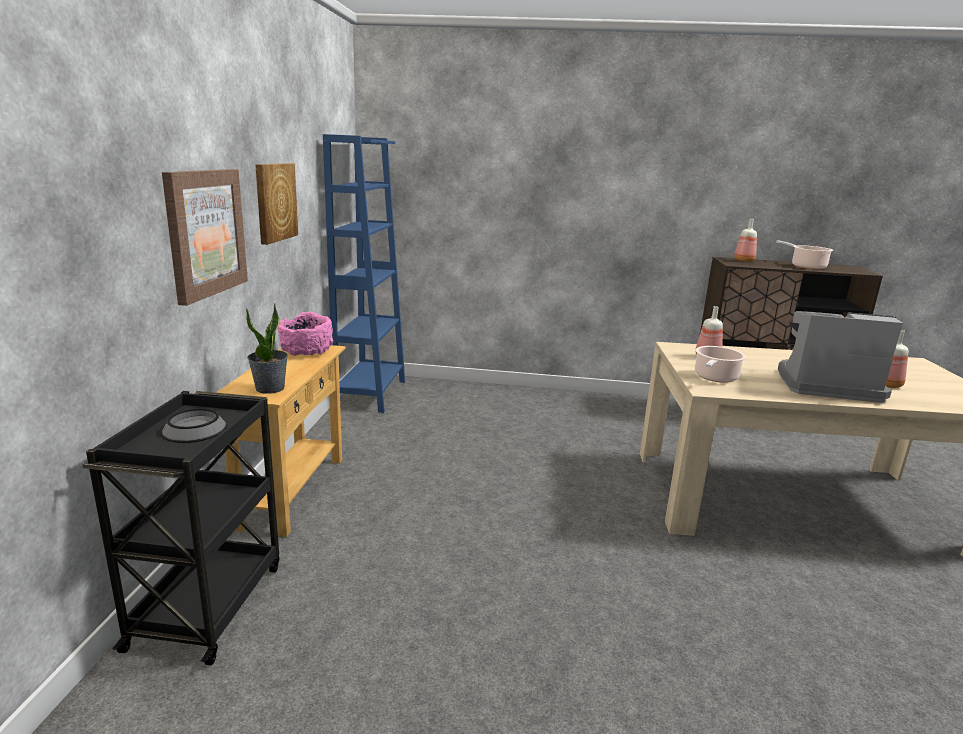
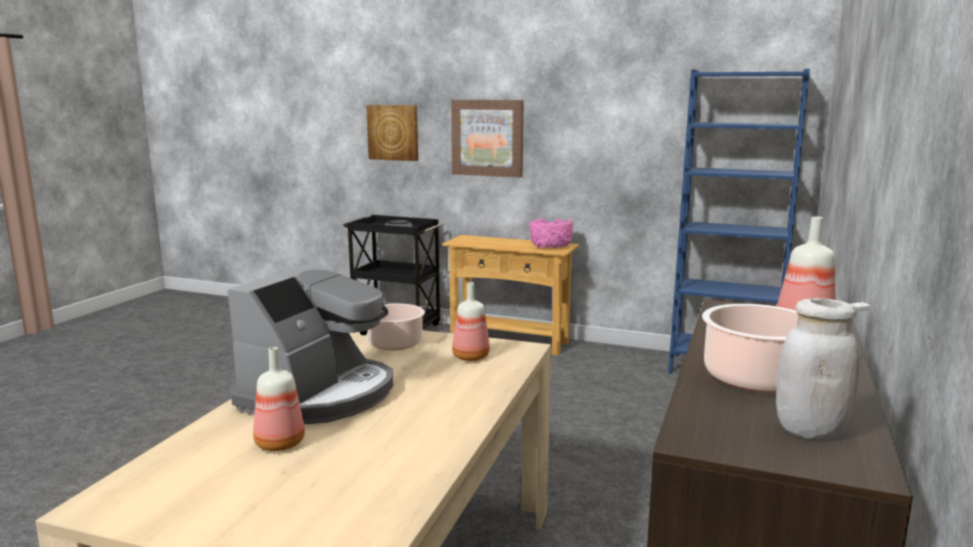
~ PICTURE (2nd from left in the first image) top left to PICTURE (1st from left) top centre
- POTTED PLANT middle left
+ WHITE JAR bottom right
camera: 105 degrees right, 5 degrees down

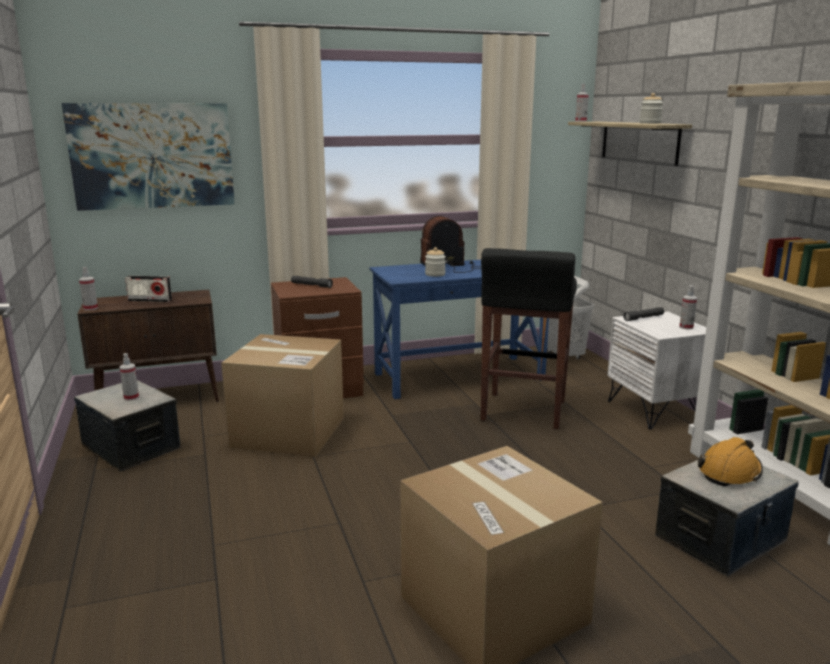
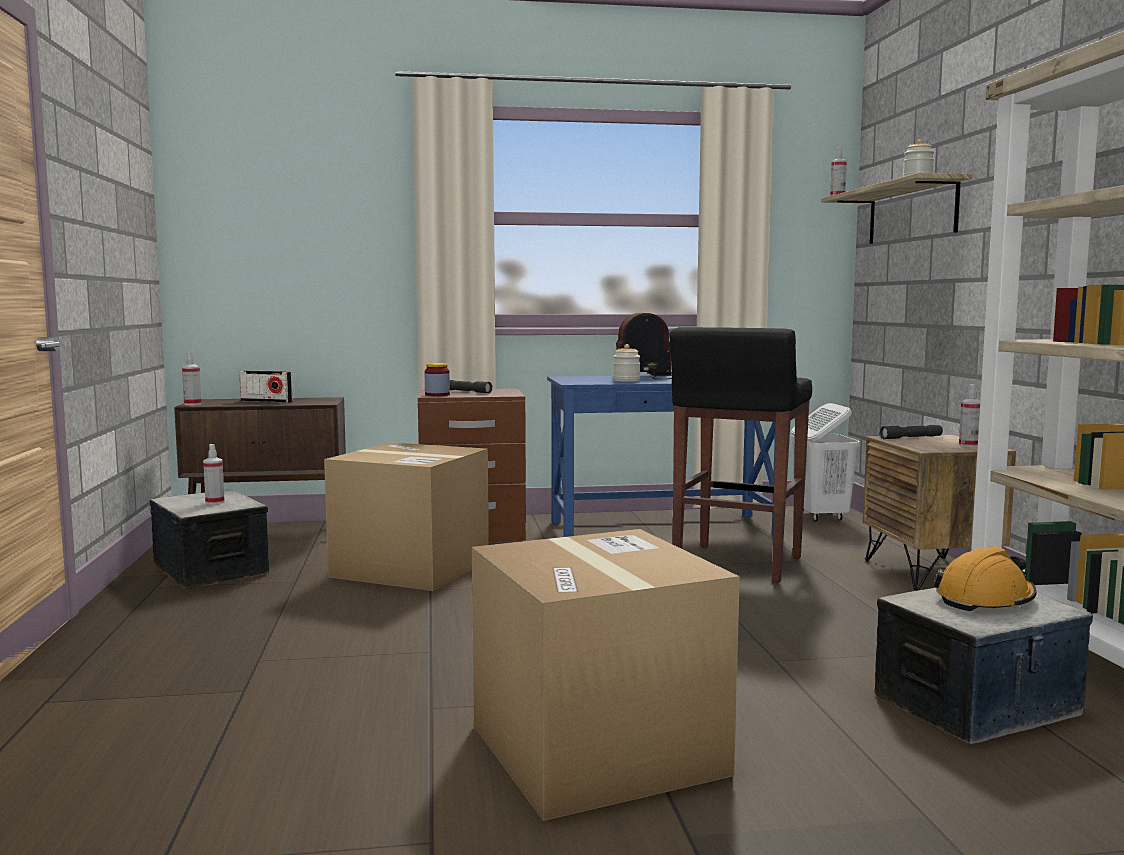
- PICTURE top left
~ WHITE NIGHTSTAND middle right to BROWN NIGHTSTAND (2nd from left) middle right
+ JAR (1st from left) centre
camera: 10 degrees right, 10 degrees down

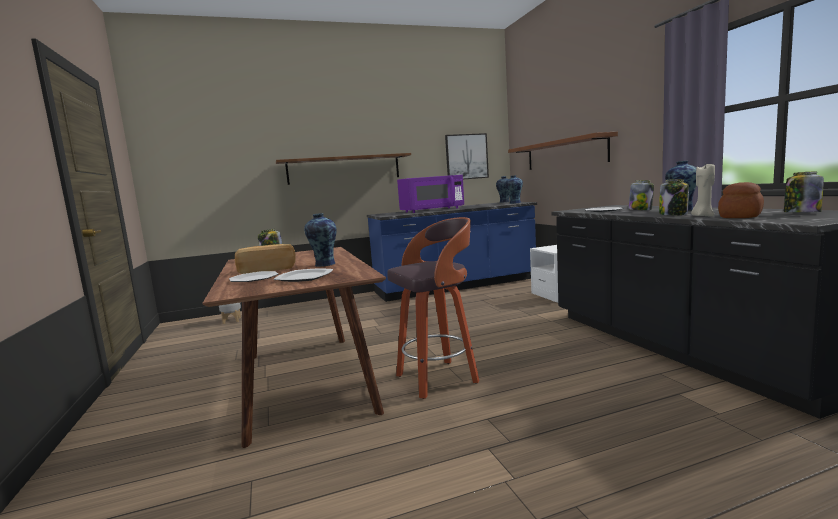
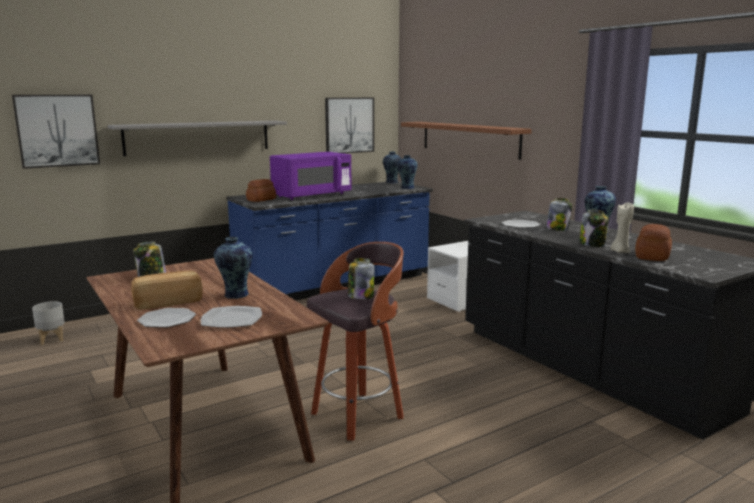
~ BROWN SHELF (1st from left) top centre to GREY SHELF top left
~ JAR (4th from left in the first image) middle right to JAR (2nd from left) centre
+ PICTURE (1st from left) top left
+ BREAD (2nd from left) centre
camera: 15 degrees left, 5 degrees up

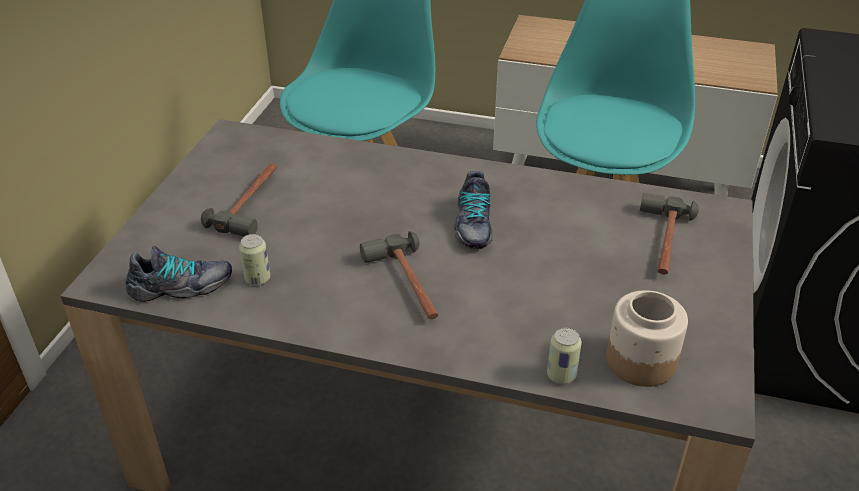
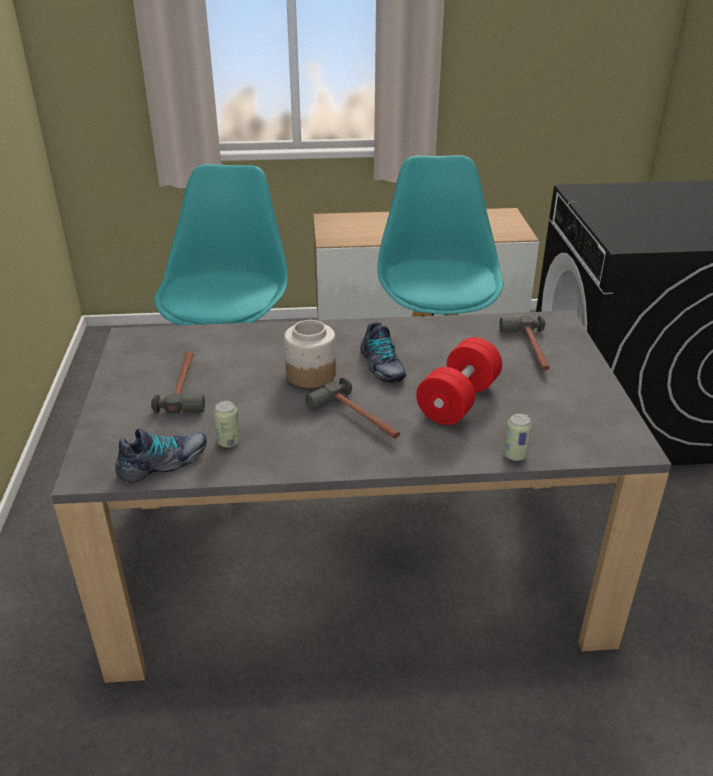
~ JAR bottom right to centre
+ RED DUMBBELL centre
camera: 20 degrees left, 5 degrees down

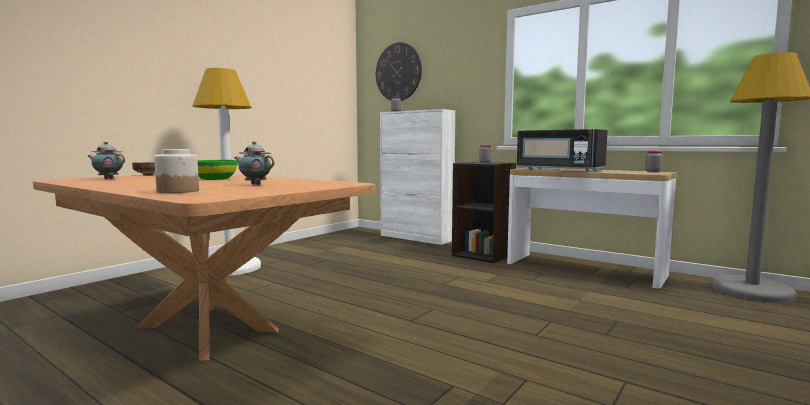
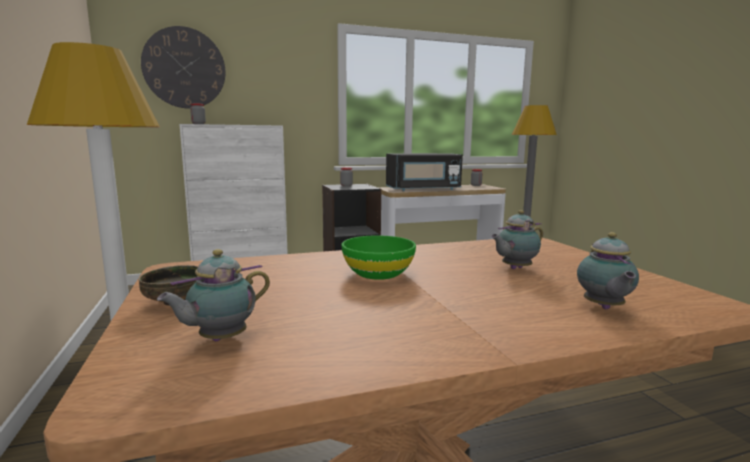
~ JAR (1st from left) middle left to TEAPOT (3rd from left) middle right
camera: 55 degrees left, 5 degrees up

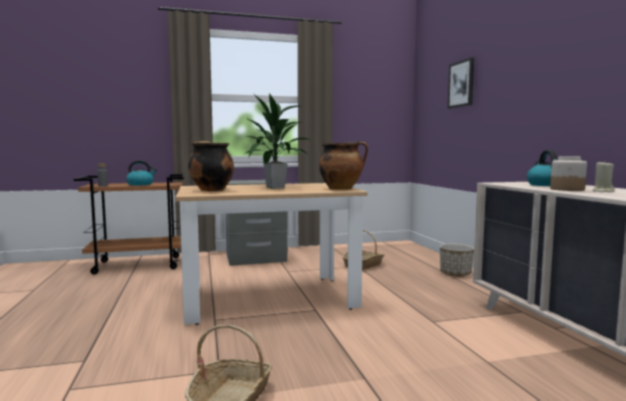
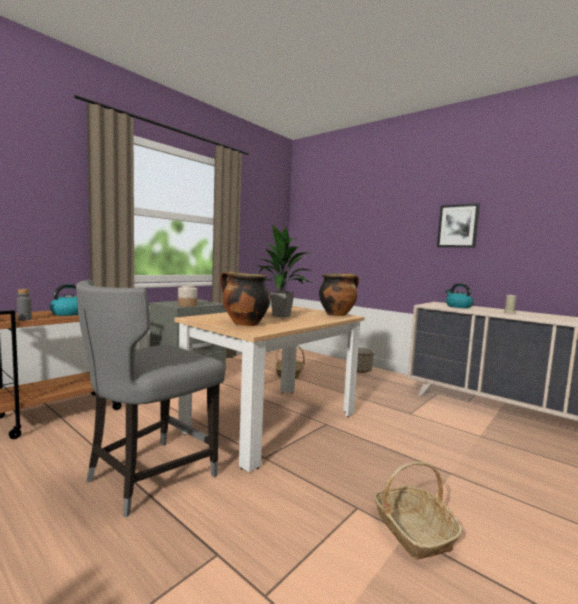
~ PICTURE top right to middle right
~ JAR middle right to middle left
+ GREY CHAIR middle left
camera: 35 degrees left, 0 degrees up

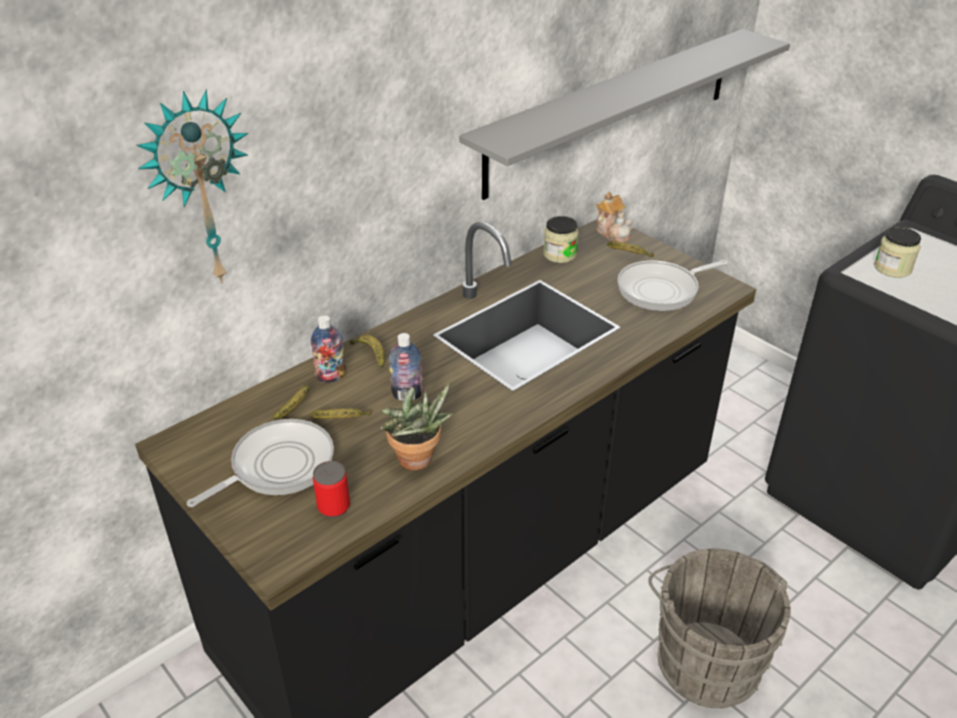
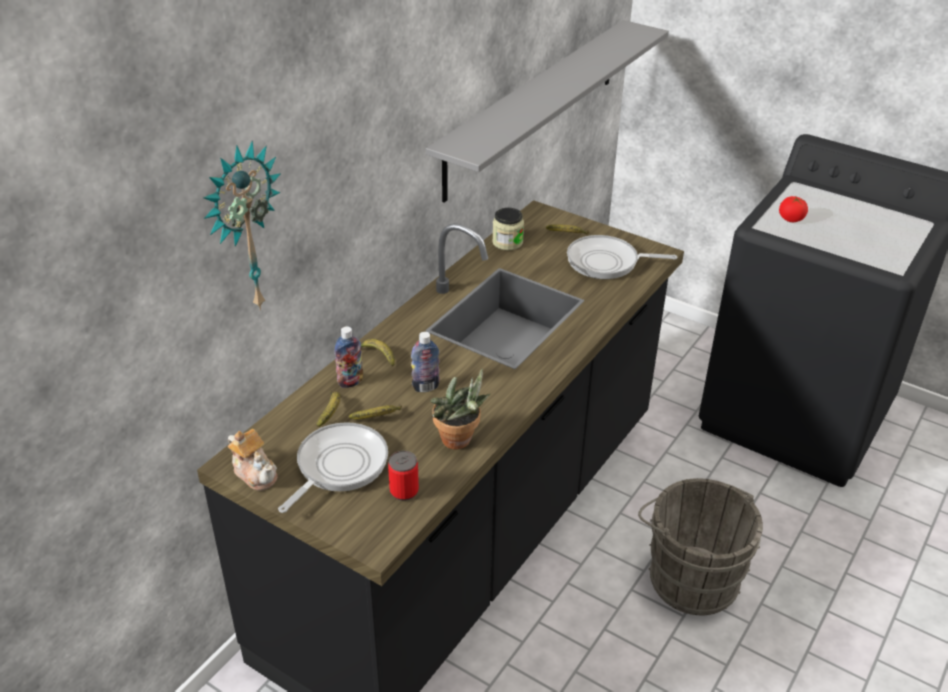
~ TEAPOT top centre to middle left
~ JAR (2nd from left) middle right to TOMATO top right
~ FRYING PAN (2nd from left) middle right = centre 45 degrees clockwise
camera: 15 degrees left, 0 degrees up

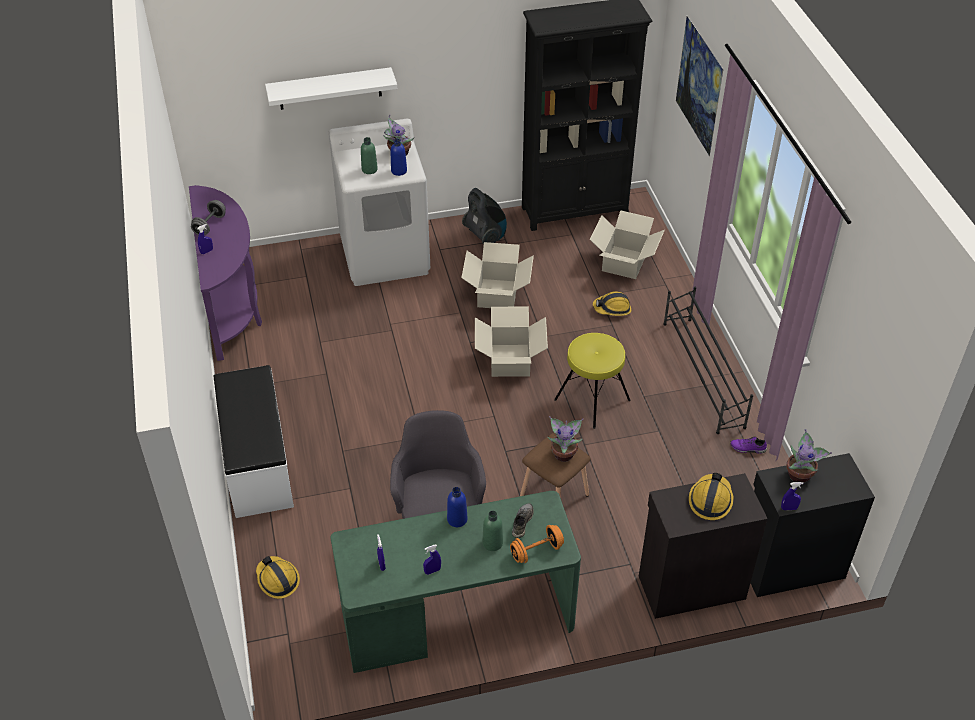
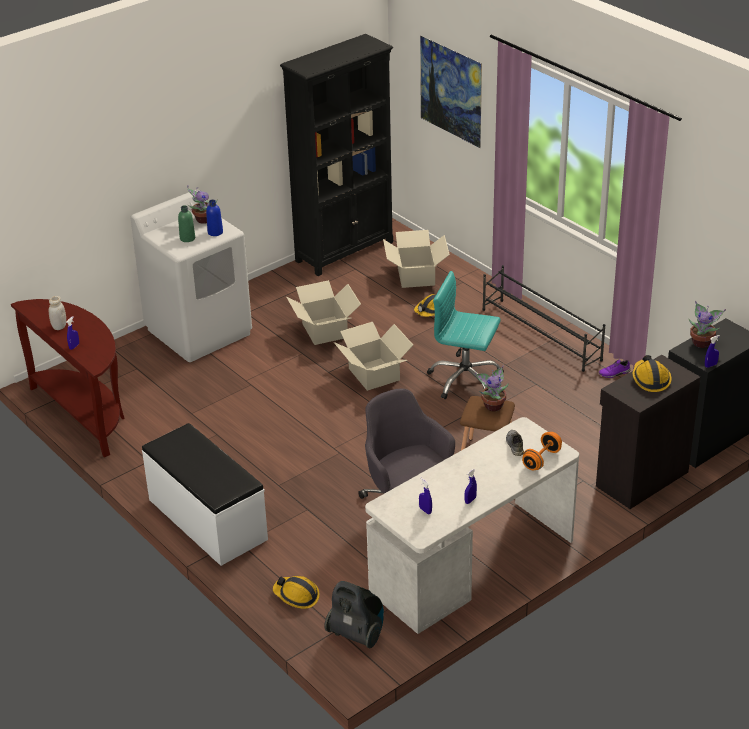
- WHITE SHELF top centre
~ PURPLE CONSOLE TABLE middle left to BROWN CONSOLE TABLE middle left
~ VACUUM CLEANER top centre to bottom centre
~ GREY DUMBBELL top left to WHITE JAR middle left
~ YELLOW STOOL centre to TURQUOISE OFFICE CHAIR centre
- BLUE BOTTLE (2nd from left) bottom centre
~ GREEN DESK bottom centre to WHITE DESK bottom centre
- GREEN BOTTLE (2nd from left) bottom centre
camera: 25 degrees left, 10 degrees down

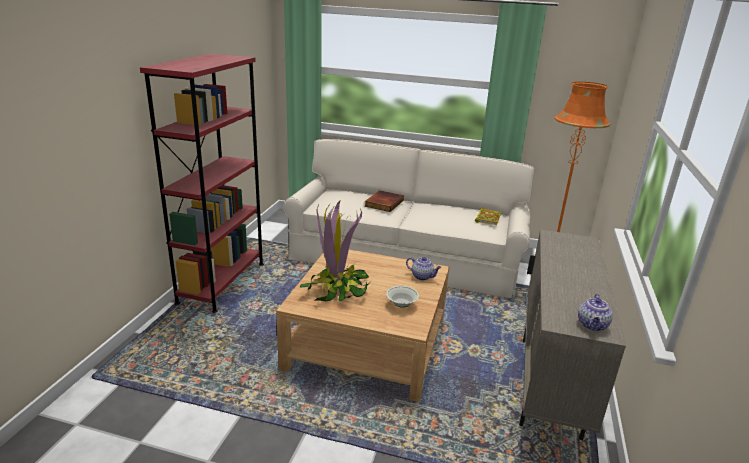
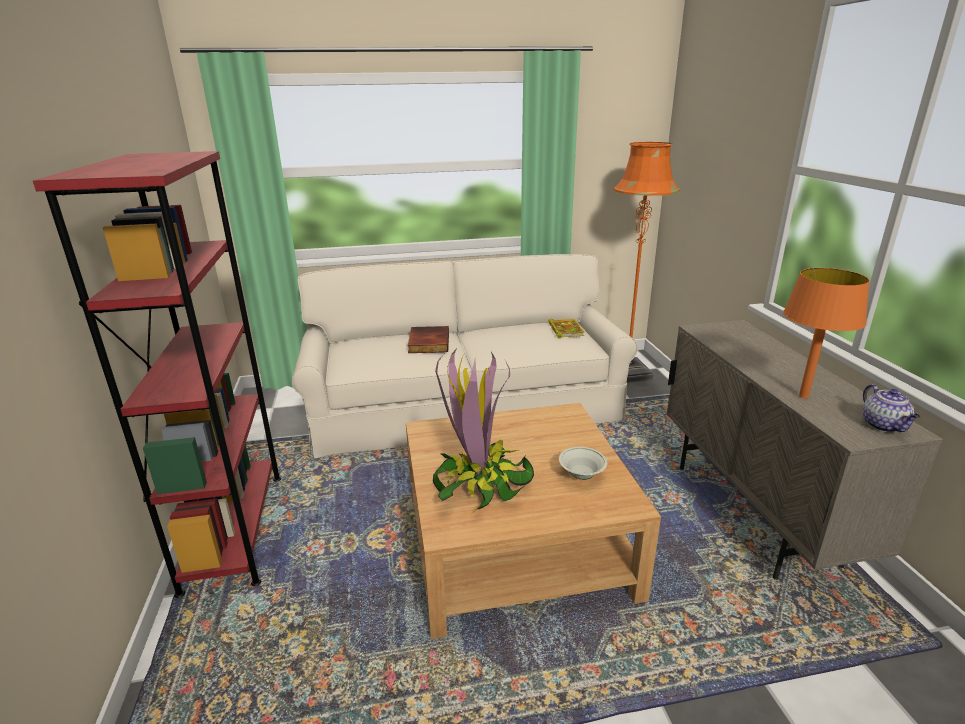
- TEAPOT (1st from left) centre
+ ORANGE TABLE LAMP middle right
camera: 25 degrees left, 0 degrees up

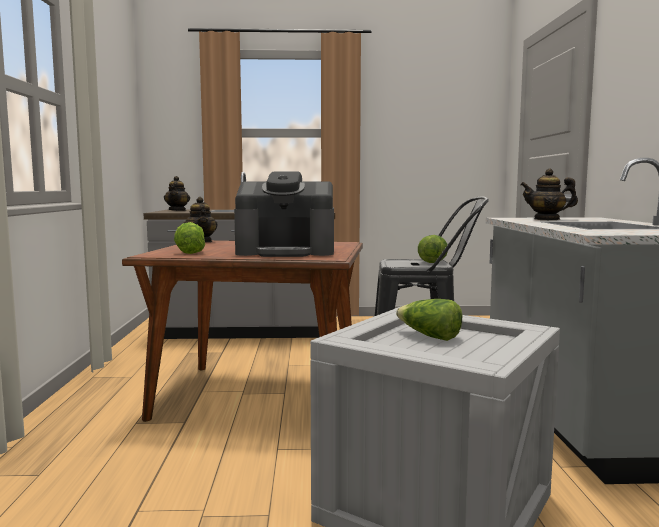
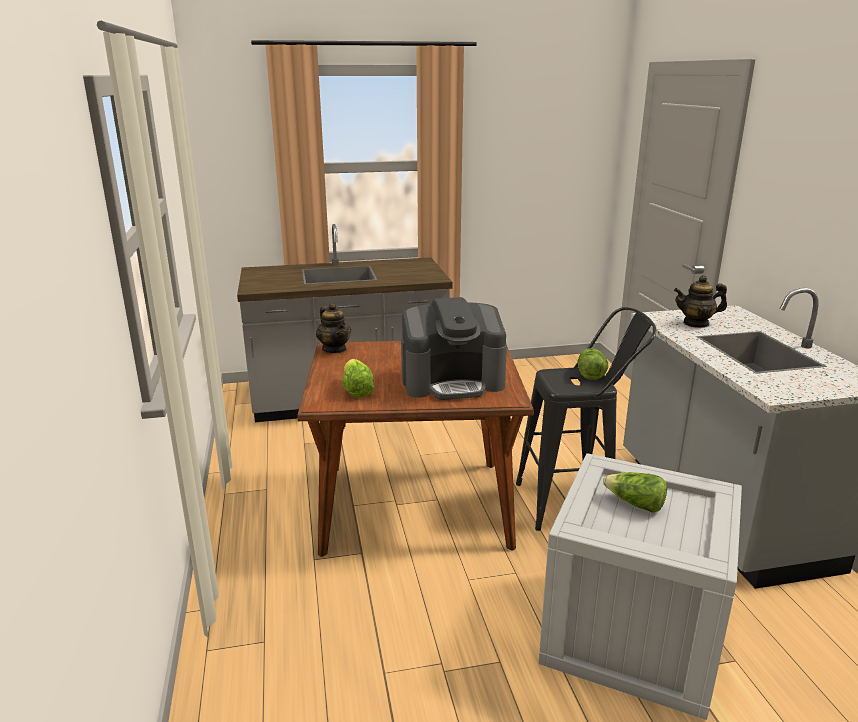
- TEAPOT (1st from left) middle left
camera: 10 degrees left, 15 degrees up

